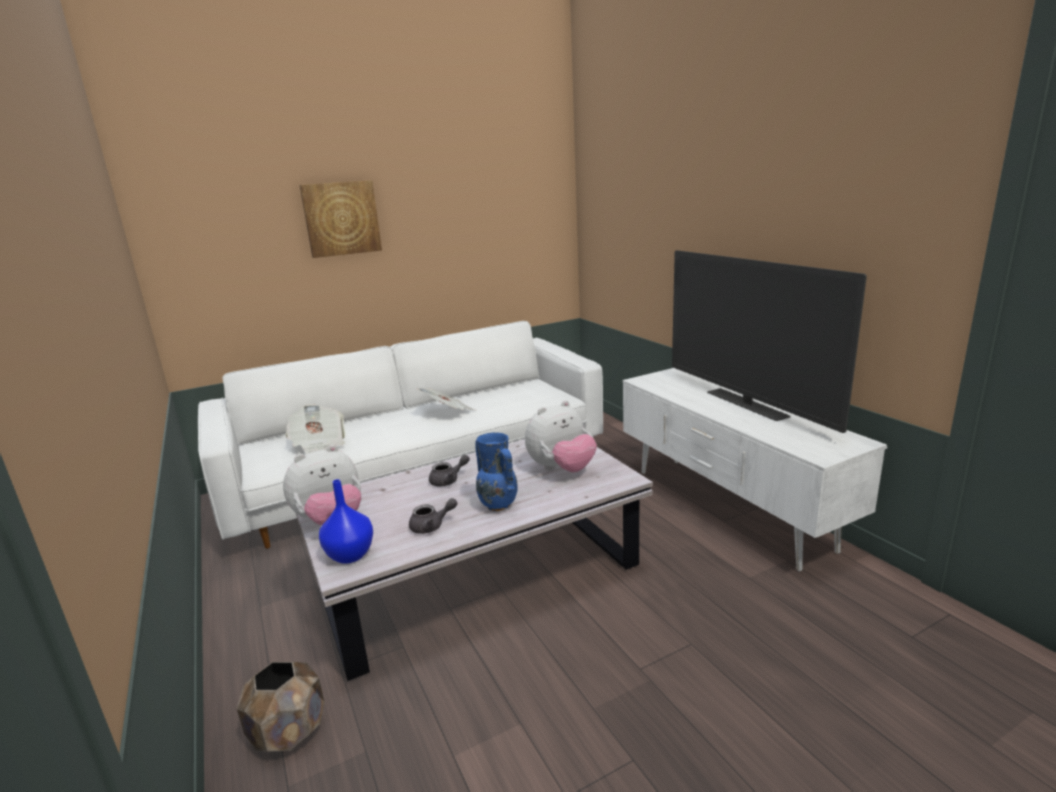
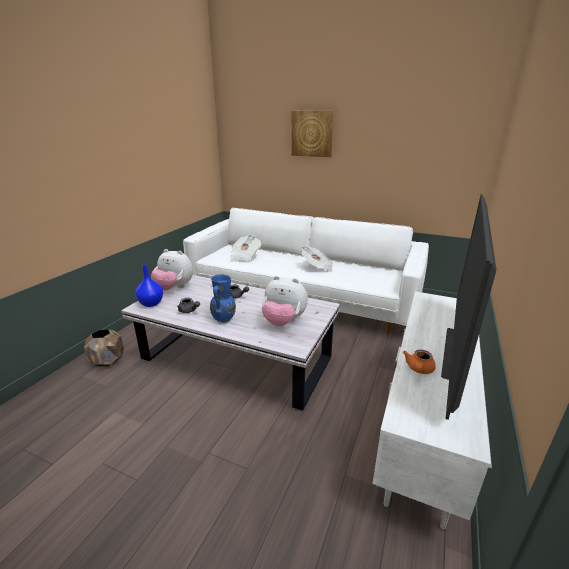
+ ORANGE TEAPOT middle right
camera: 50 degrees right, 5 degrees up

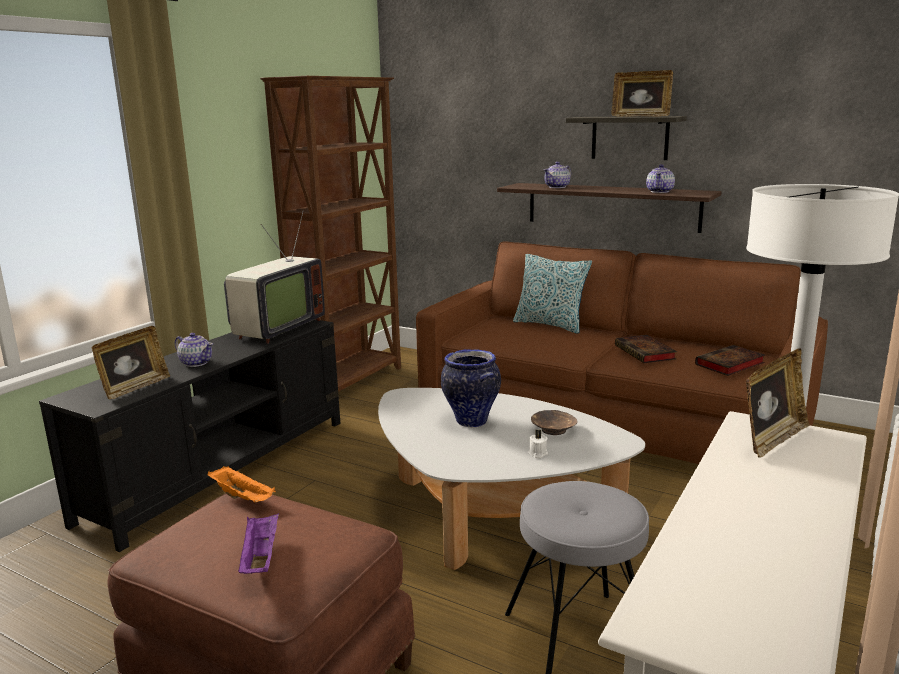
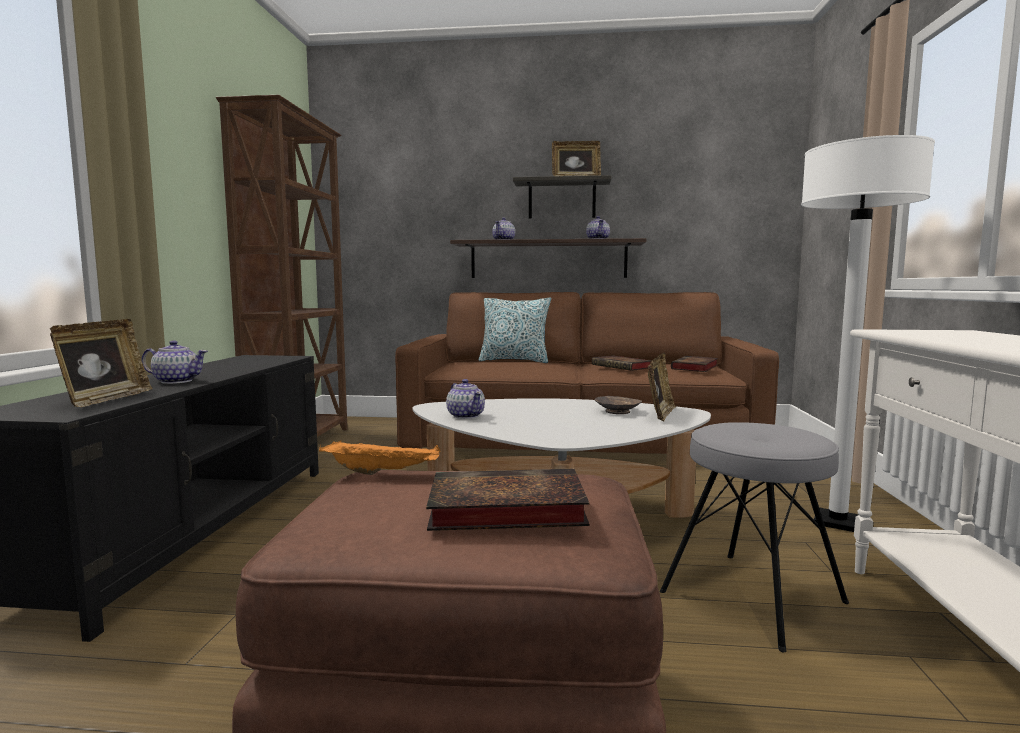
- TELEVISION middle left
~ PICTURE FRAME (3rd from left) middle right to centre
- VASE centre
- WHITE CANDLE centre
~ PURPLE TRAY bottom left to BOOK (1st from left) bottom centre
+ TEAPOT (2nd from left) centre
camera: 25 degrees left, 10 degrees down

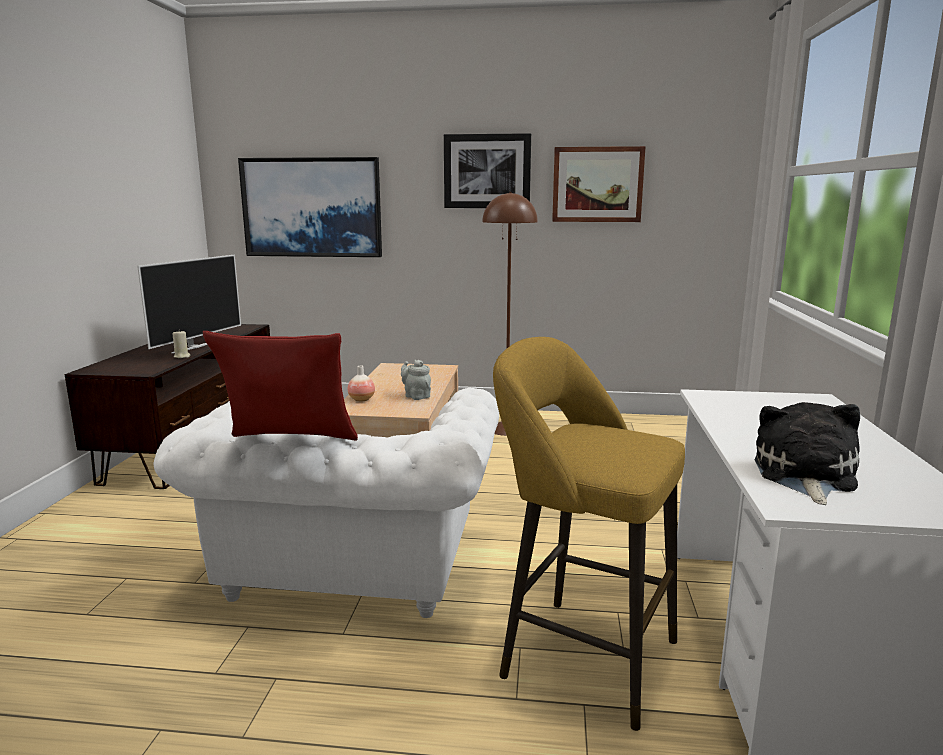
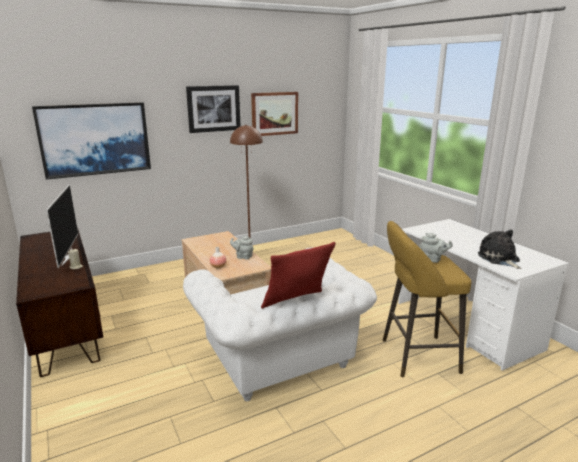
+ GREY TEAPOT (2nd from left) middle right
camera: 35 degrees left, 5 degrees up

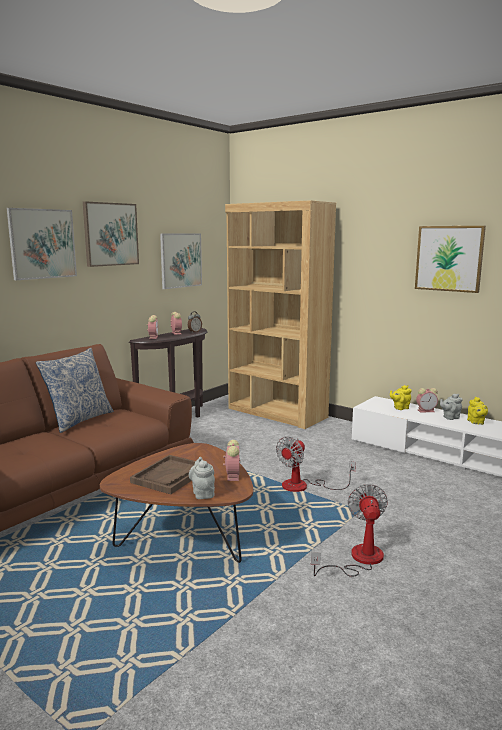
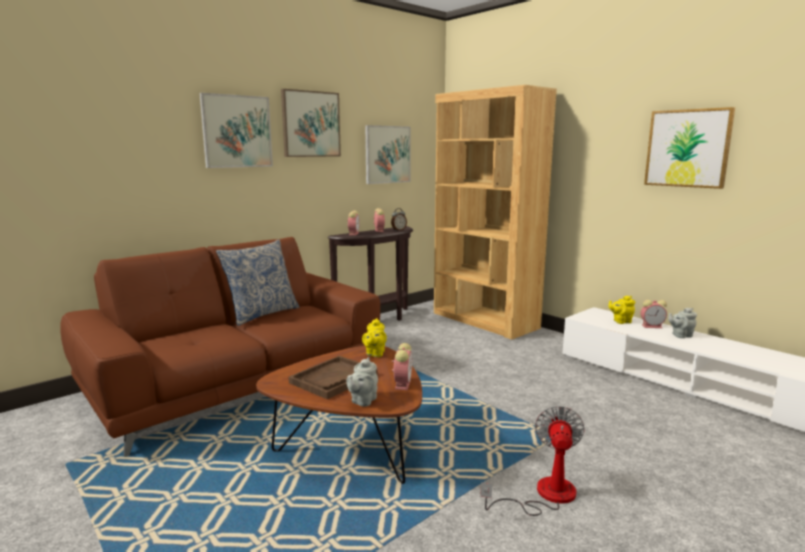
~ YELLOW TEAPOT (2nd from left in the first image) middle right to YELLOW TEAPOT (1st from left) centre
- FAN (1st from left) centre
~ GREY TEAPOT (1st from left) centre = bottom centre 150 degrees counterclockwise
camera: 10 degrees right, 0 degrees up

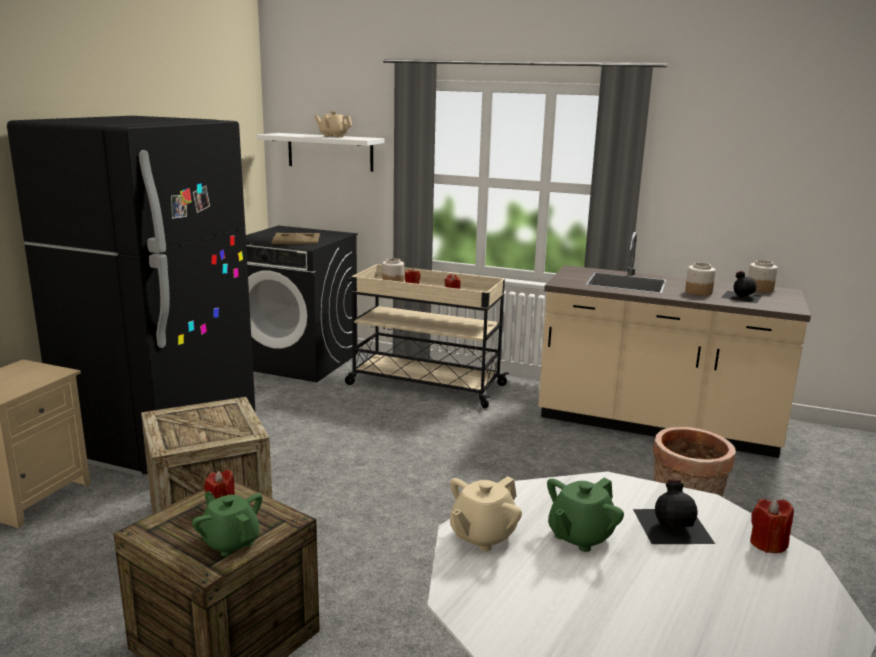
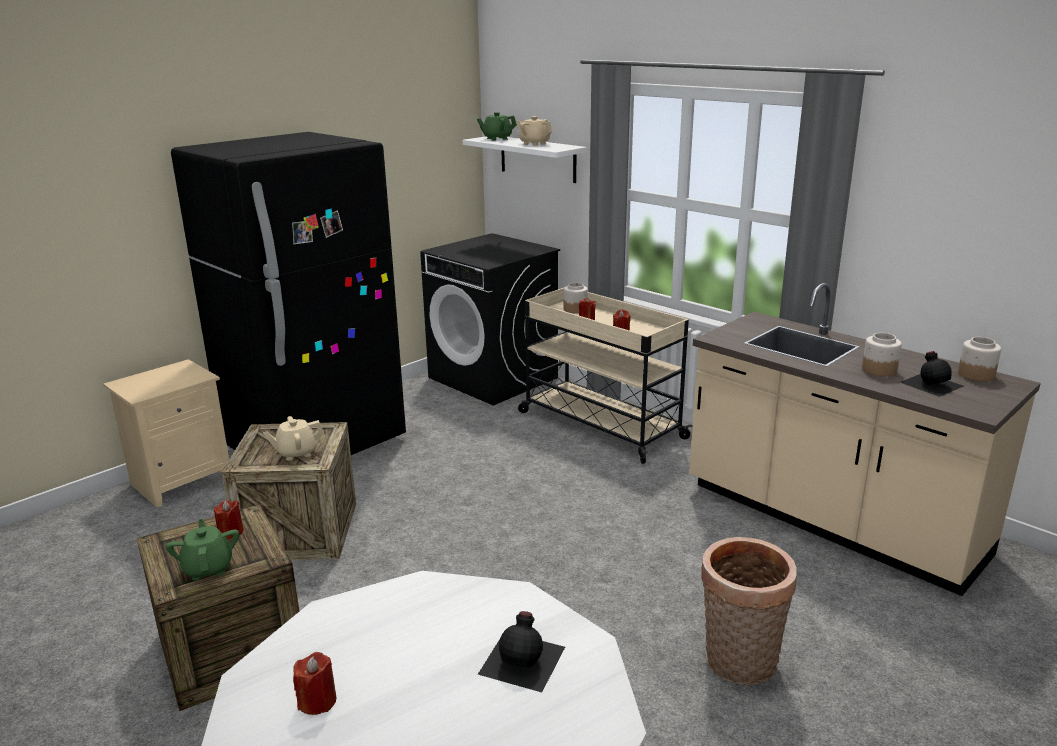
- BEIGE TRAY centre
~ BEIGE TEAPOT (2nd from left in the first image) bottom centre to BEIGE TEAPOT (1st from left) middle left
~ GREEN TEAPOT (2nd from left) bottom right to top centre
~ RED CANDLE (4th from left in the first image) bottom right to RED CANDLE (2nd from left) bottom left
camera: 25 degrees right, 5 degrees up

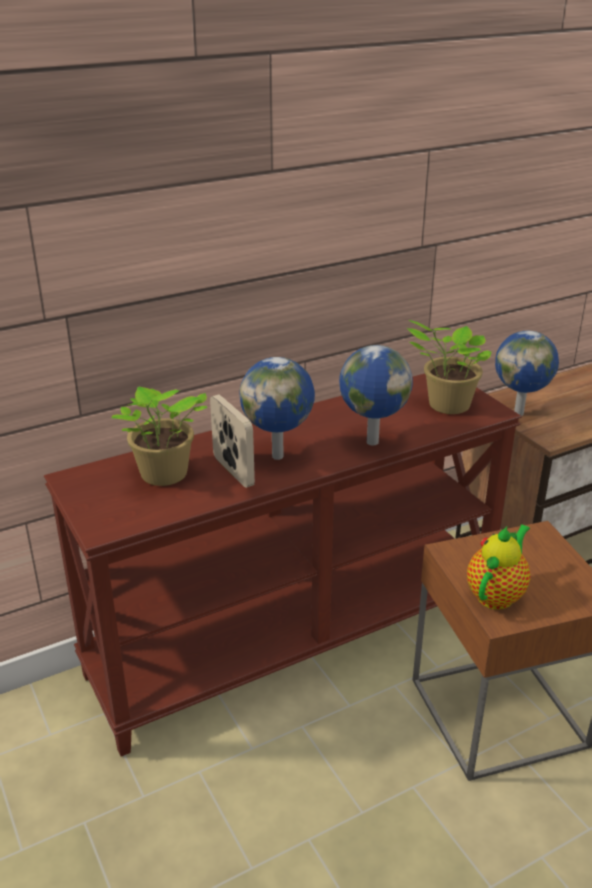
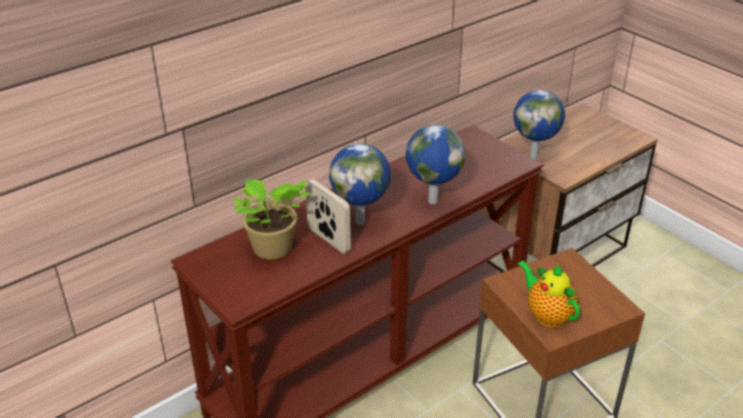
- POTTED PLANT (2nd from left) middle right
~ TEAPOT middle right = bottom right 60 degrees counterclockwise
camera: 10 degrees left, 5 degrees up

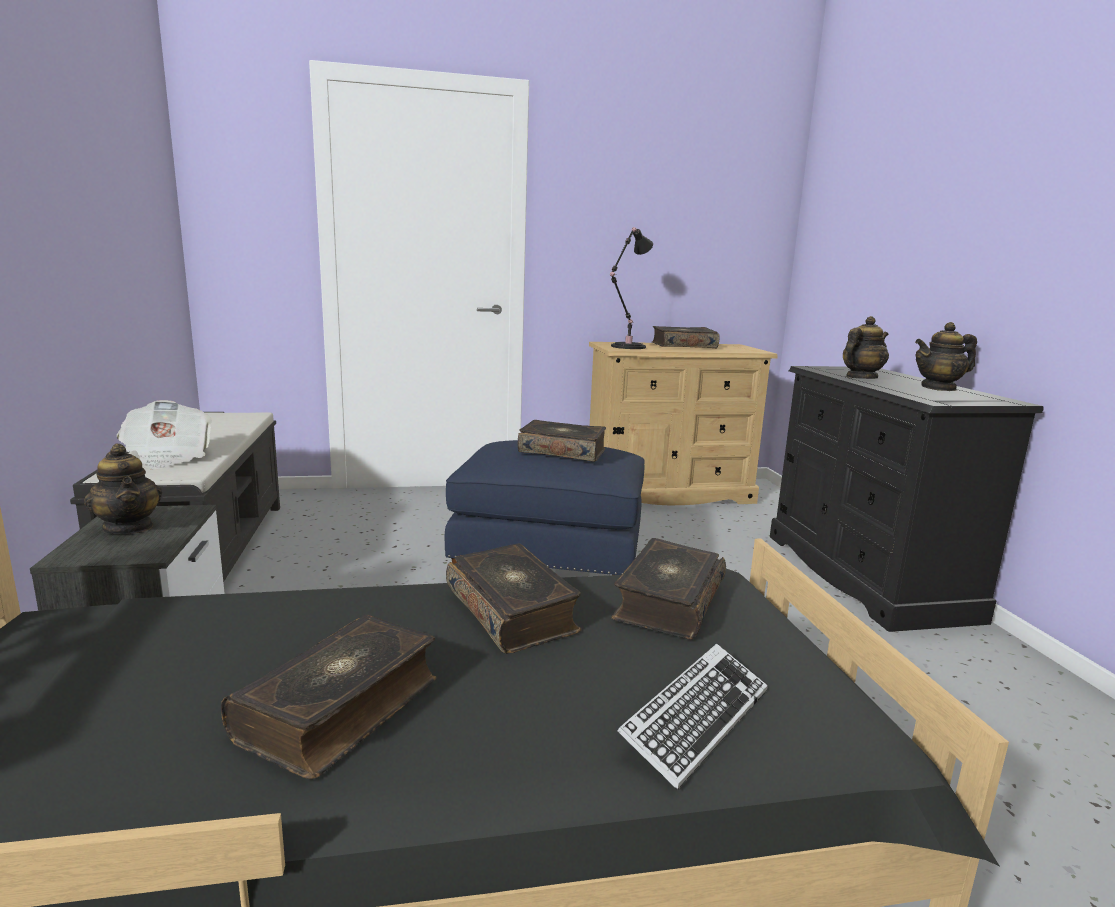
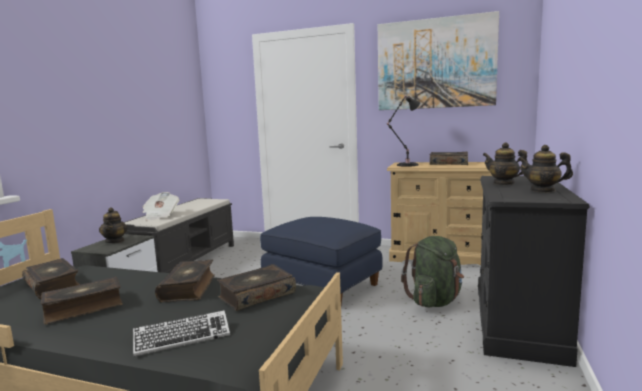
~ TEAPOT (2nd from left) middle right = middle right 135 degrees counterclockwise
~ BOOK (3rd from left in the first image) centre to BOOK (1st from left) bottom left
+ PICTURE top right
+ GREEN BACKPACK bottom right
camera: 30 degrees right, 5 degrees down

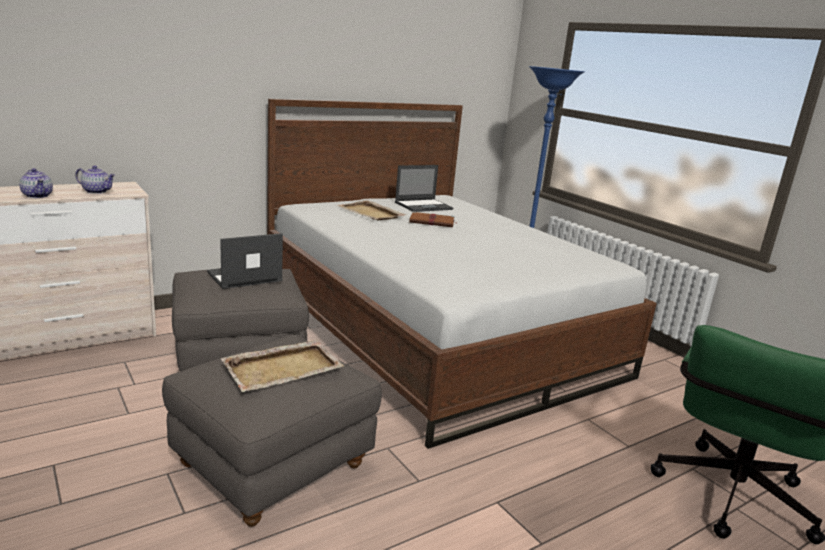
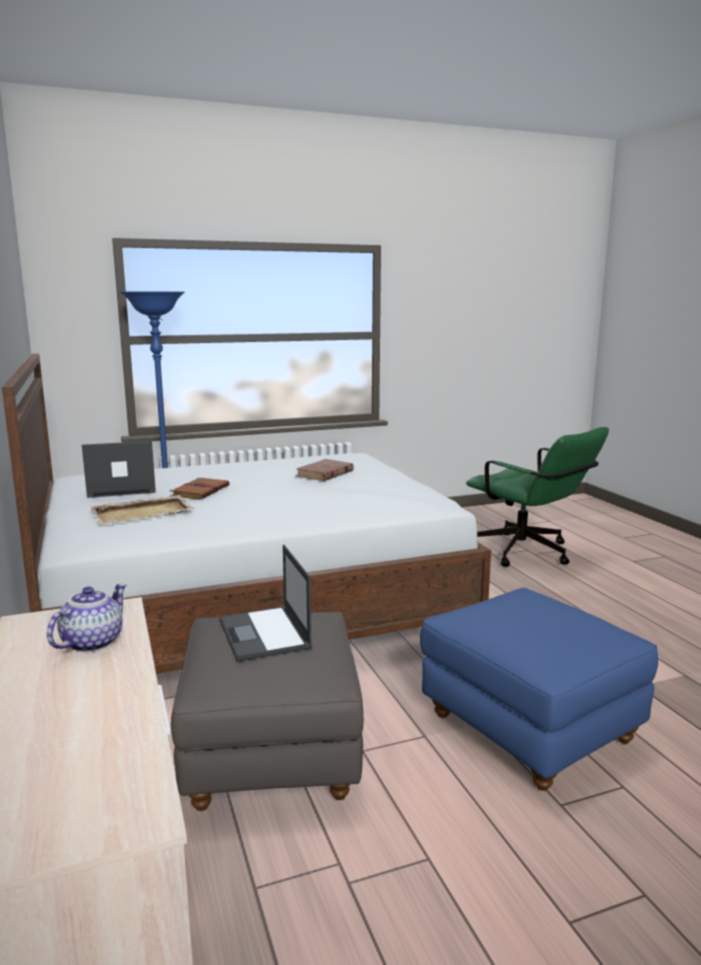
~ LAPTOP (2nd from left in the first image) centre = middle left 90 degrees counterclockwise
- TEAPOT (1st from left) top left
~ GREY OTTOMAN (2nd from left) bottom left to BLUE OTTOMAN bottom right
- BEIGE TRAY (1st from left) centre
+ BROWN BOOK (2nd from left) centre
camera: 75 degrees left, 5 degrees down

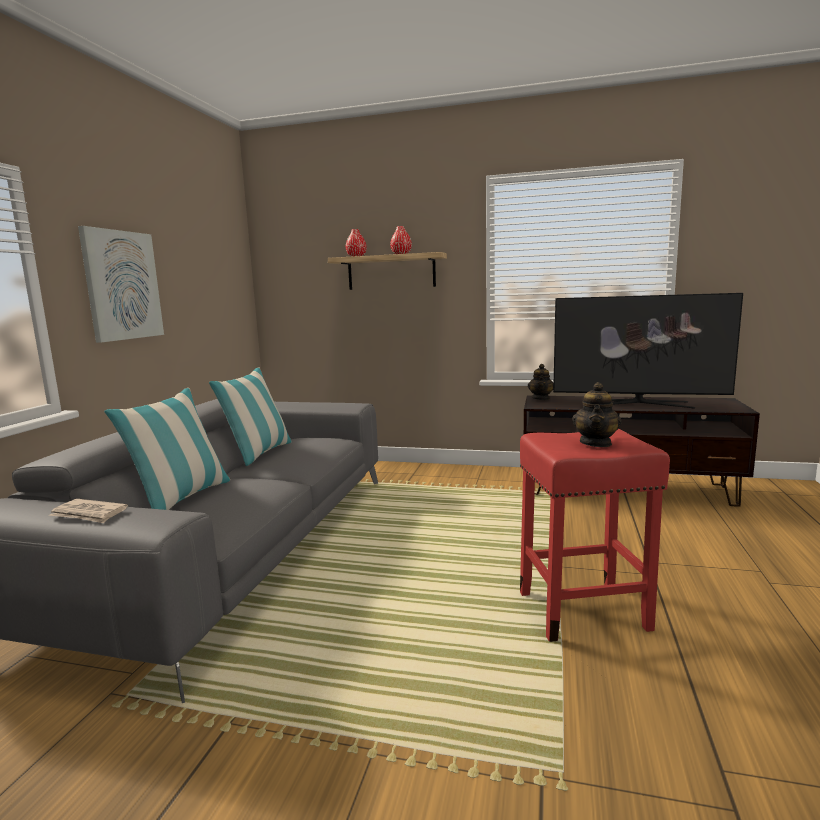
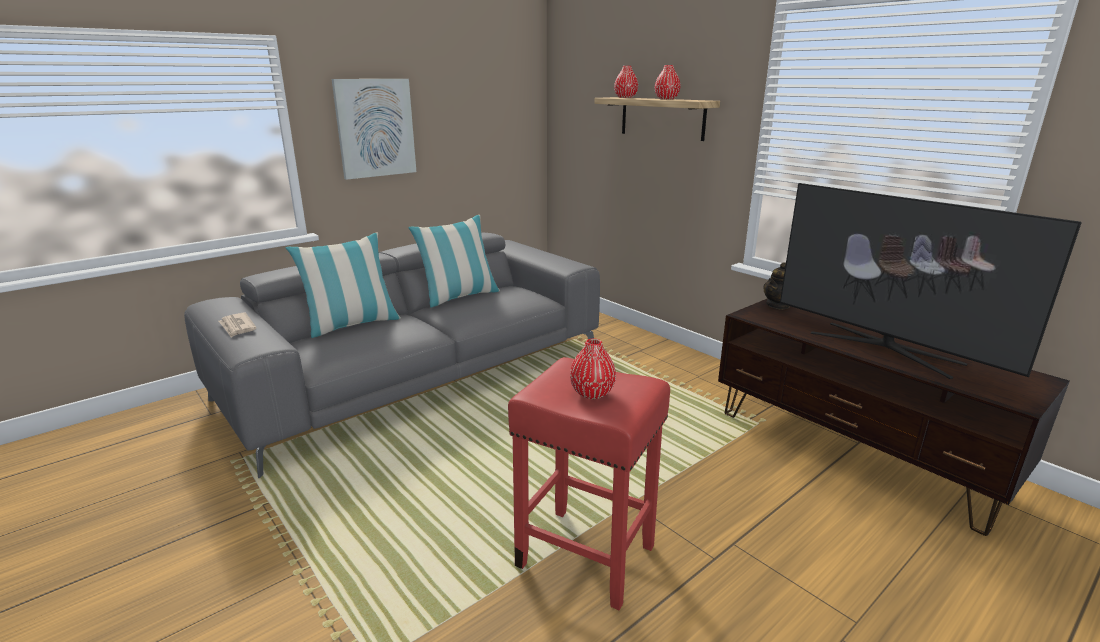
~ TEAPOT (2nd from left) middle right to RED VASE (1st from left) centre
camera: 35 degrees right, 10 degrees up

